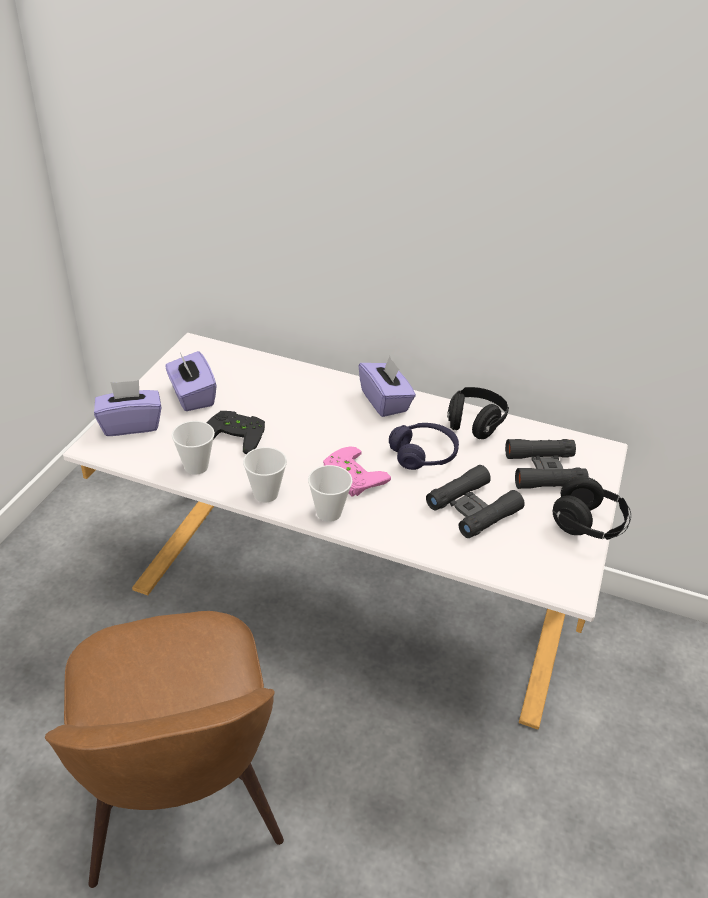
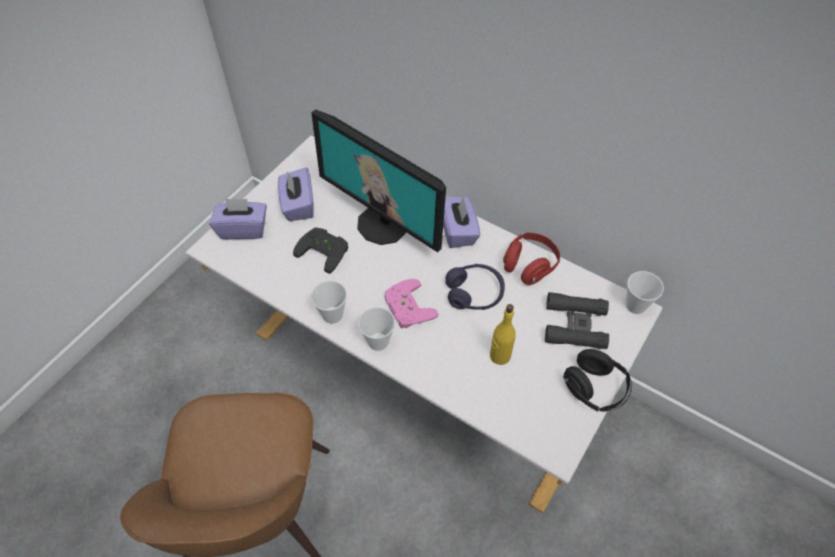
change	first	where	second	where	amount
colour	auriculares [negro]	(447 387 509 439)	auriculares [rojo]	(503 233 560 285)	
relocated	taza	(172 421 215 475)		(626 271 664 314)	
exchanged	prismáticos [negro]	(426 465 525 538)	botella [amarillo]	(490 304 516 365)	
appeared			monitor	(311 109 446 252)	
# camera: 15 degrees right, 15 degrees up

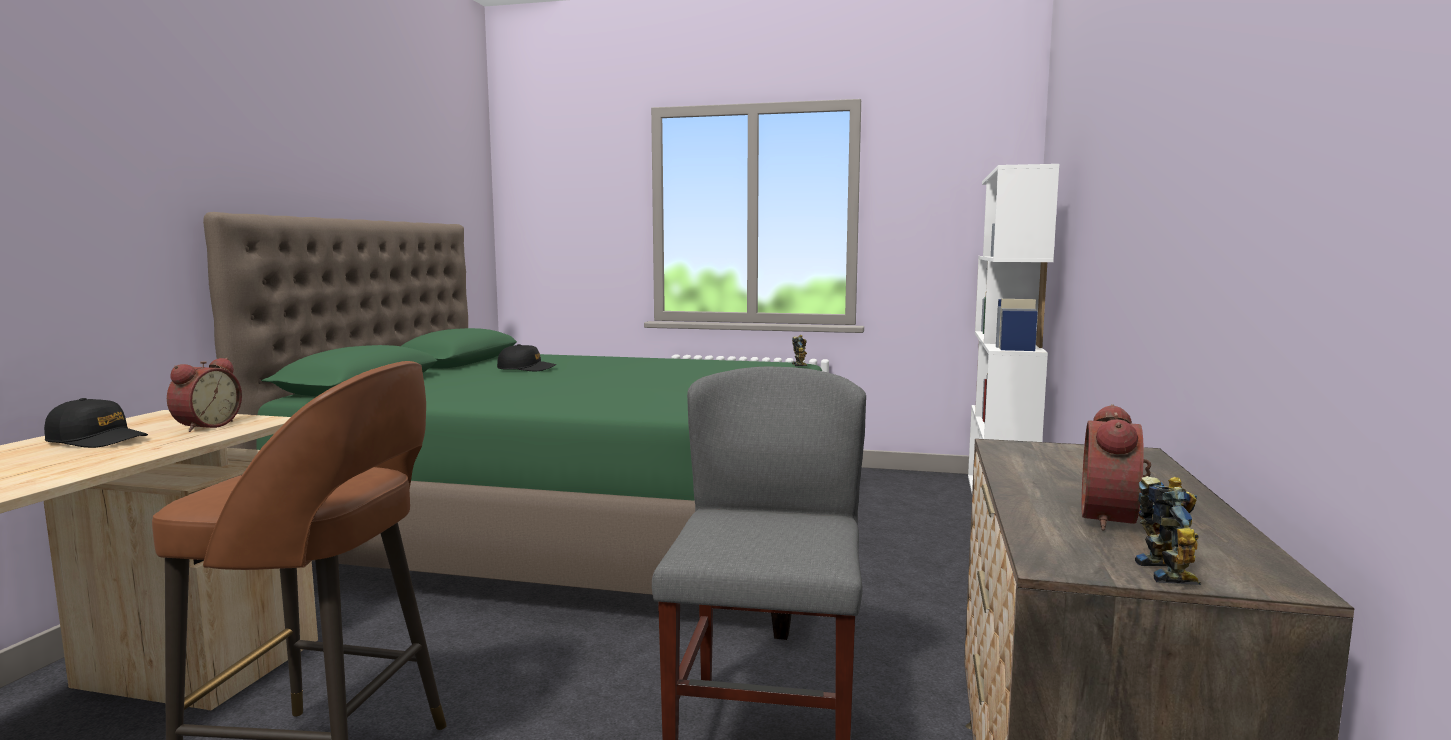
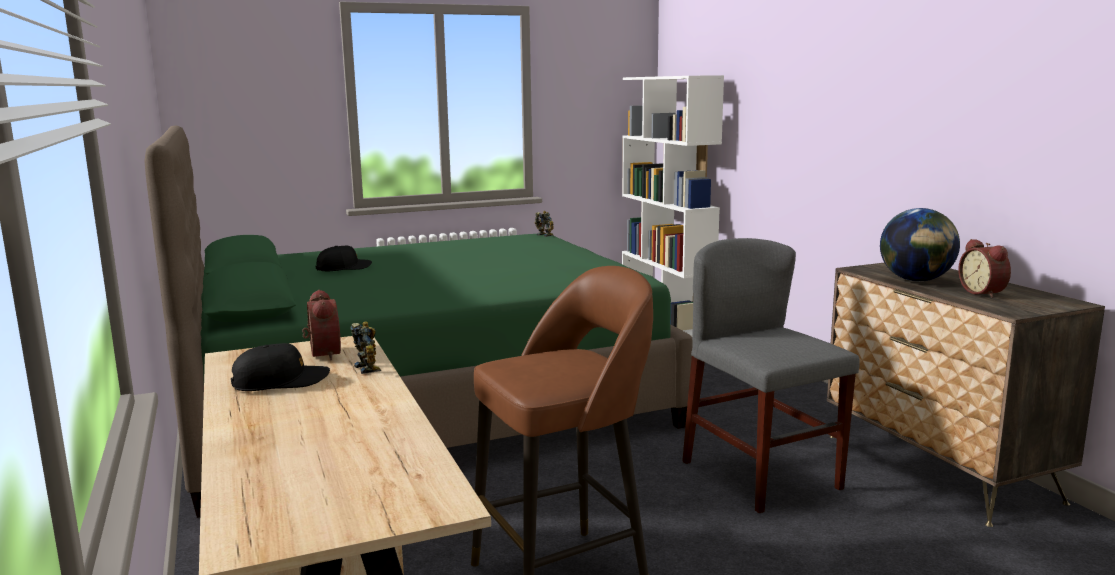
change	first	where	second	where	amount
relocated	robot de juguete	(1135 476 1201 585)		(351 321 381 374)	
appeared			globo terráqueo	(880 208 960 281)	
# camera: 35 degrees left, 5 degrees up

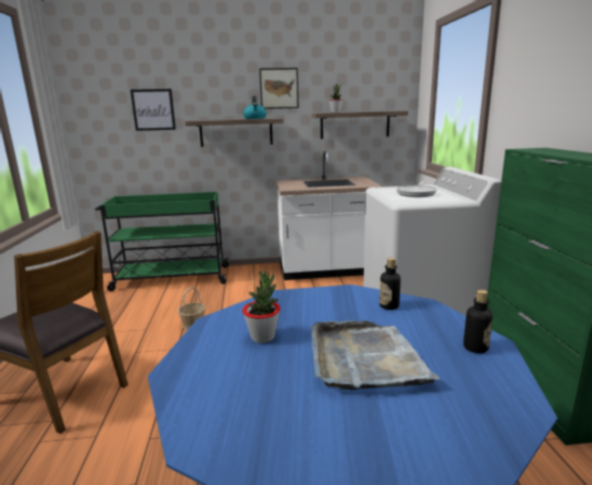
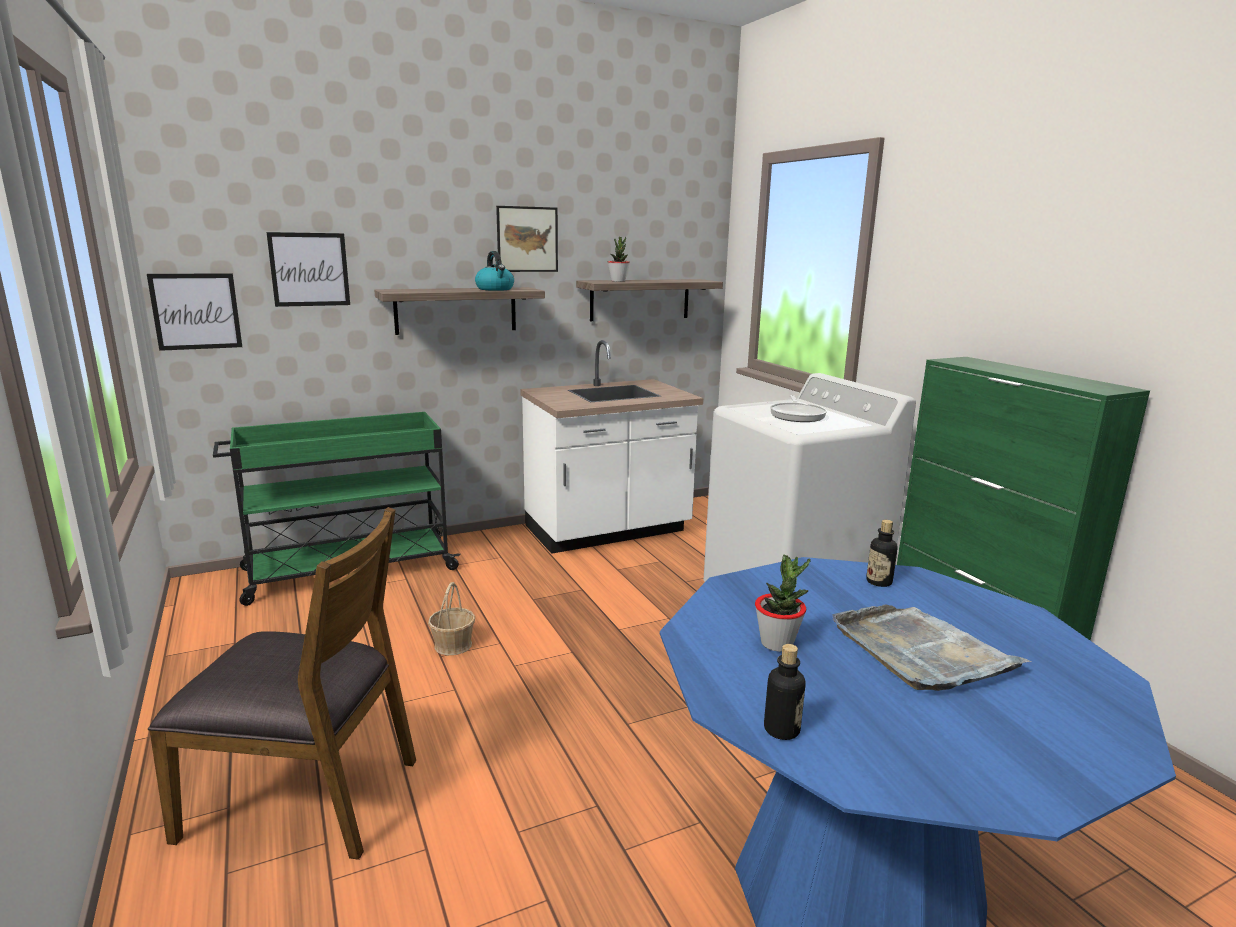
change	first	where	second	where	amount
relocated	botella	(463 290 493 353)		(764 644 806 740)	
appeared			cuadro	(147 273 242 351)	
# camera: 20 degrees left, 0 degrees up

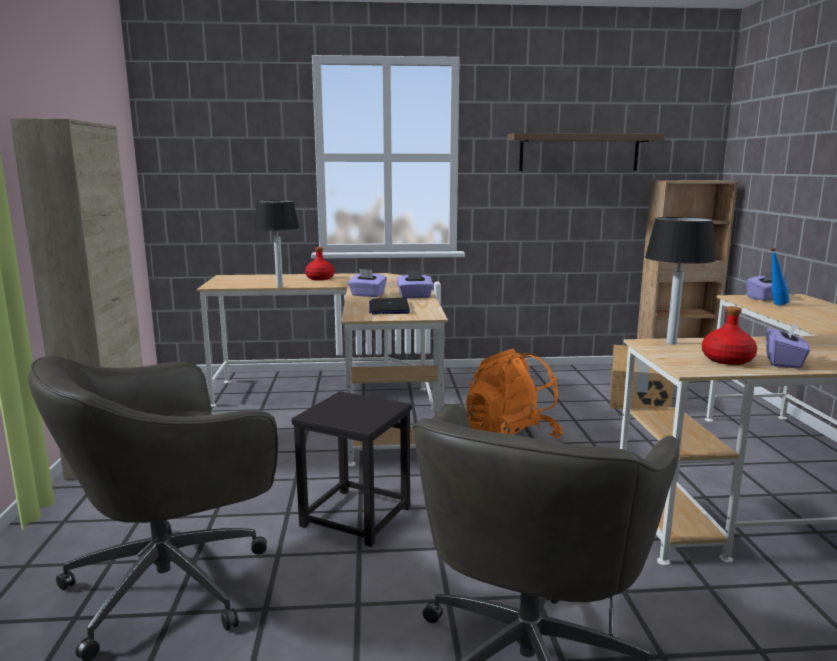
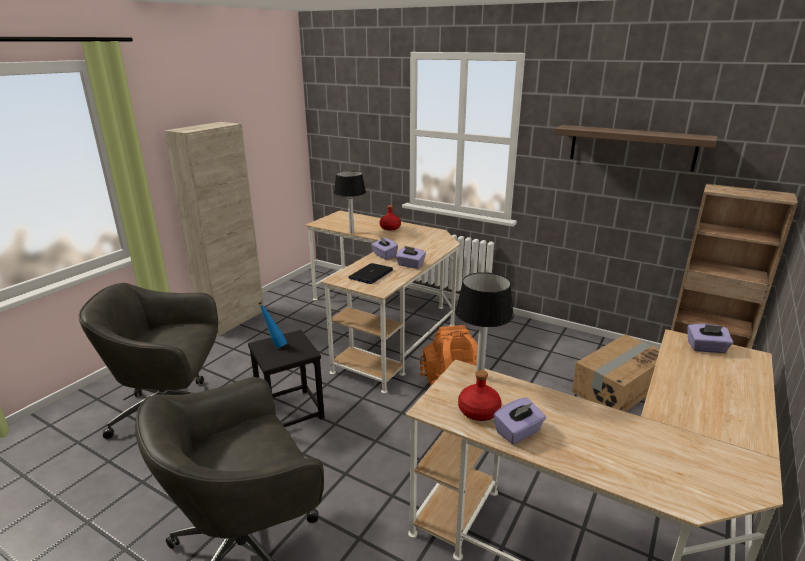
change	first	where	second	where	amount
relocated	botella [azul]	(771 248 790 305)		(258 301 287 348)	
# camera: 35 degrees right, 10 degrees up

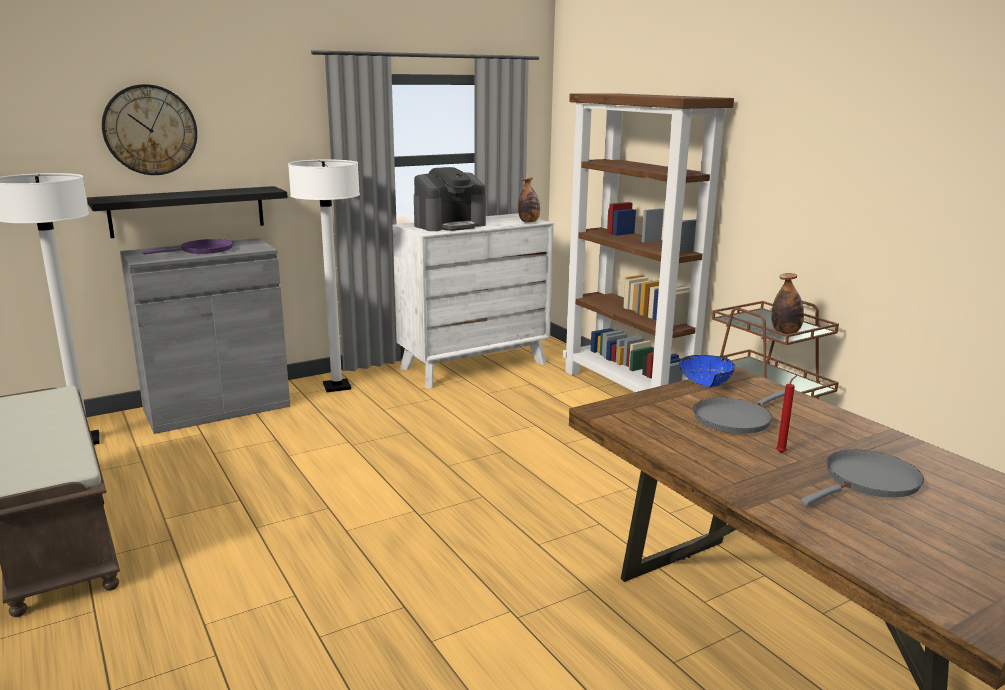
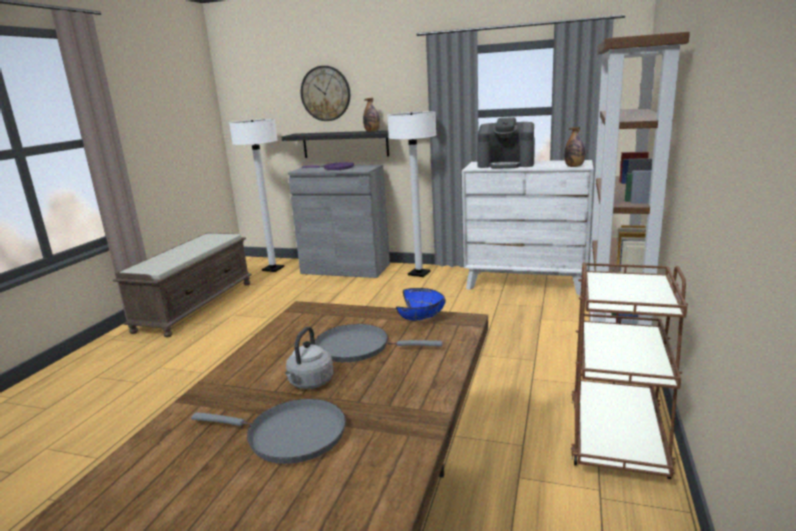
change	first	where	second	where	amount
relocated	botella	(771 273 804 334)		(363 98 380 132)	
exchanged	vela [rojo]	(776 376 796 453)	hervidor [gris]	(285 326 334 389)	
# camera: 50 degrees right, 0 degrees up

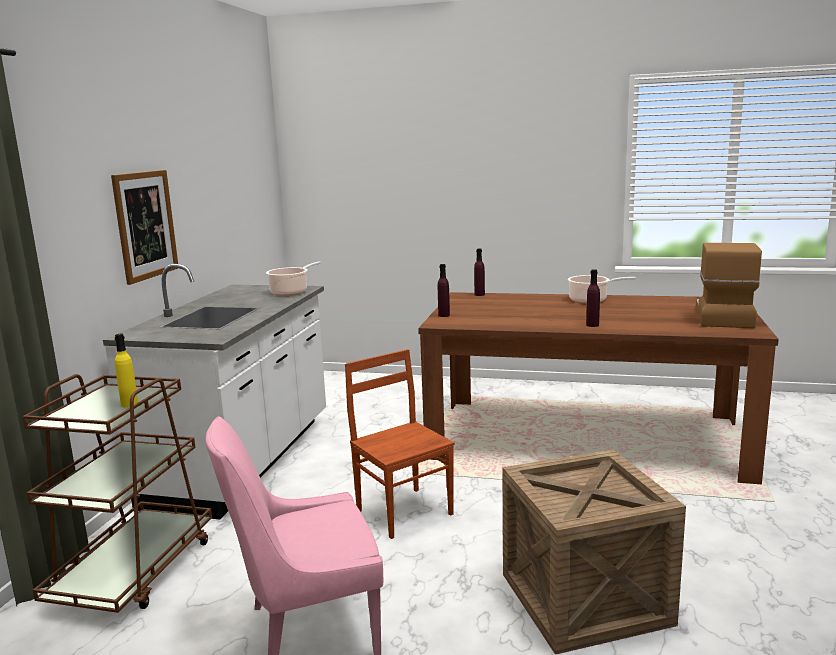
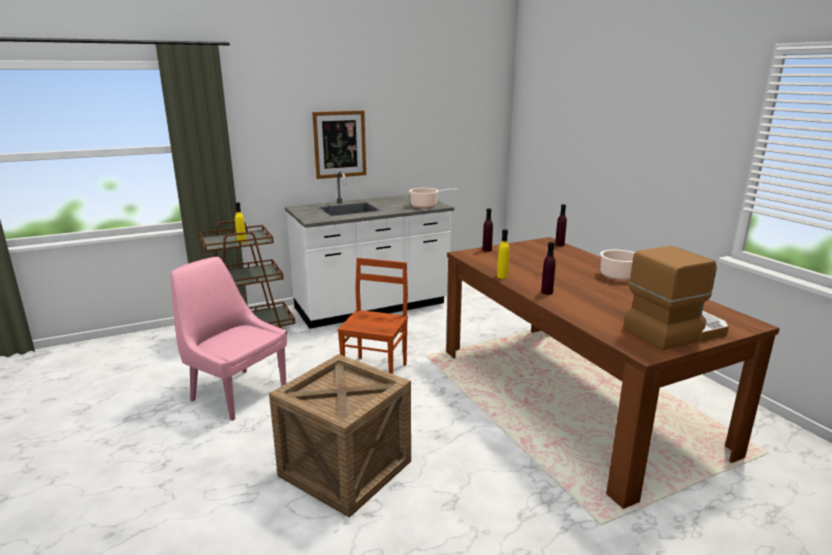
change	first	where	second	where	amount
appeared			botella [amarillo]	(497 229 509 279)	
# camera: 50 degrees right, 5 degrees up

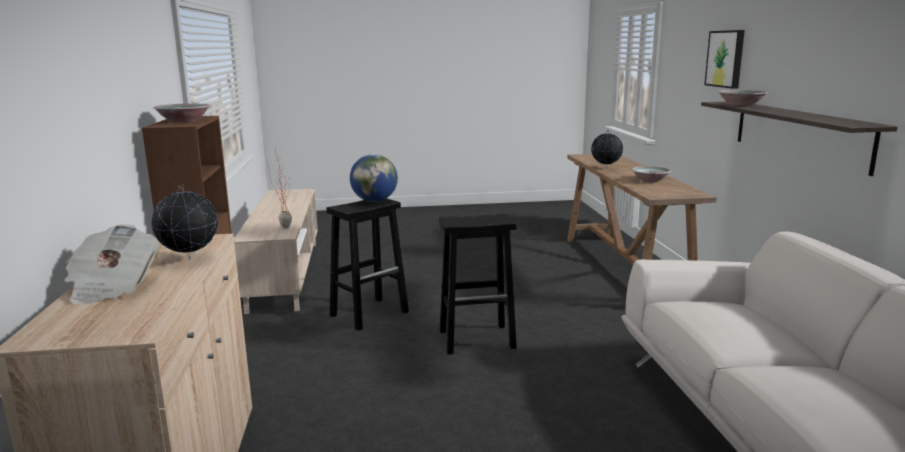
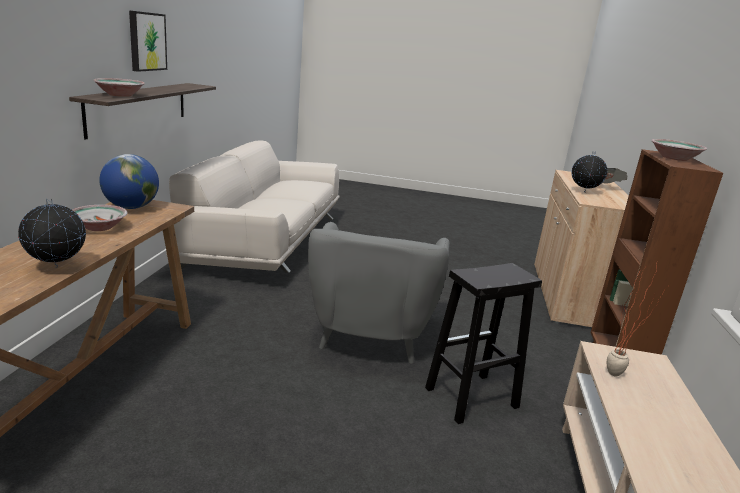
change	first	where	second	where	amount
relocated	cuadro	(704 30 745 89)		(129 10 167 72)	
relocated	globo terráqueo	(350 154 398 202)		(99 154 159 209)	
exchanged	taburete [negro]	(439 213 517 355)	sillón [gris]	(308 222 450 364)	
# camera: 165 degrees left, 5 degrees up

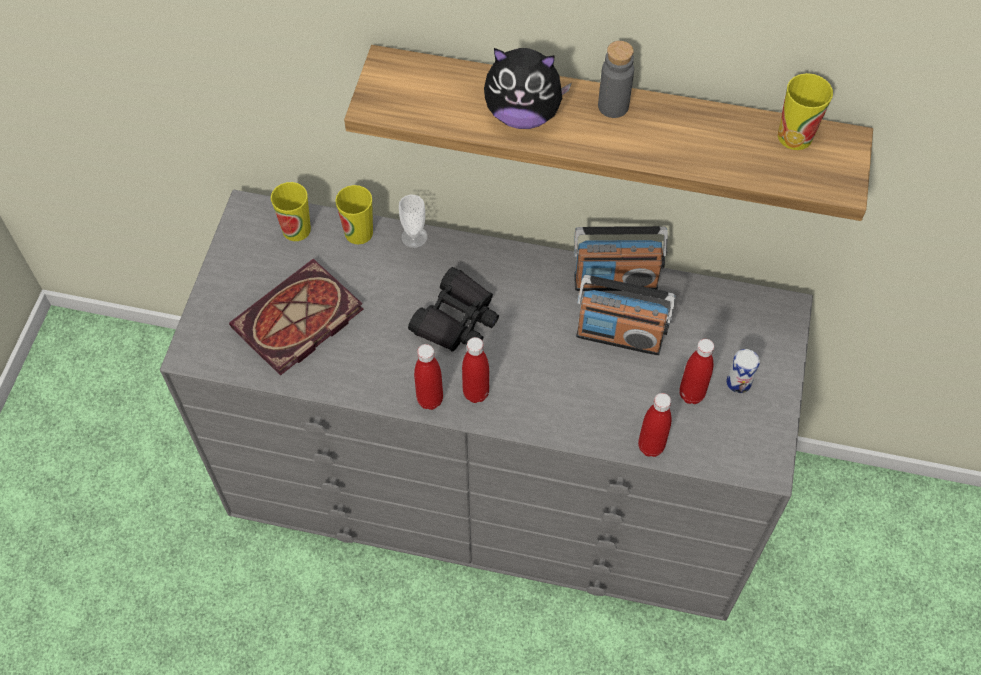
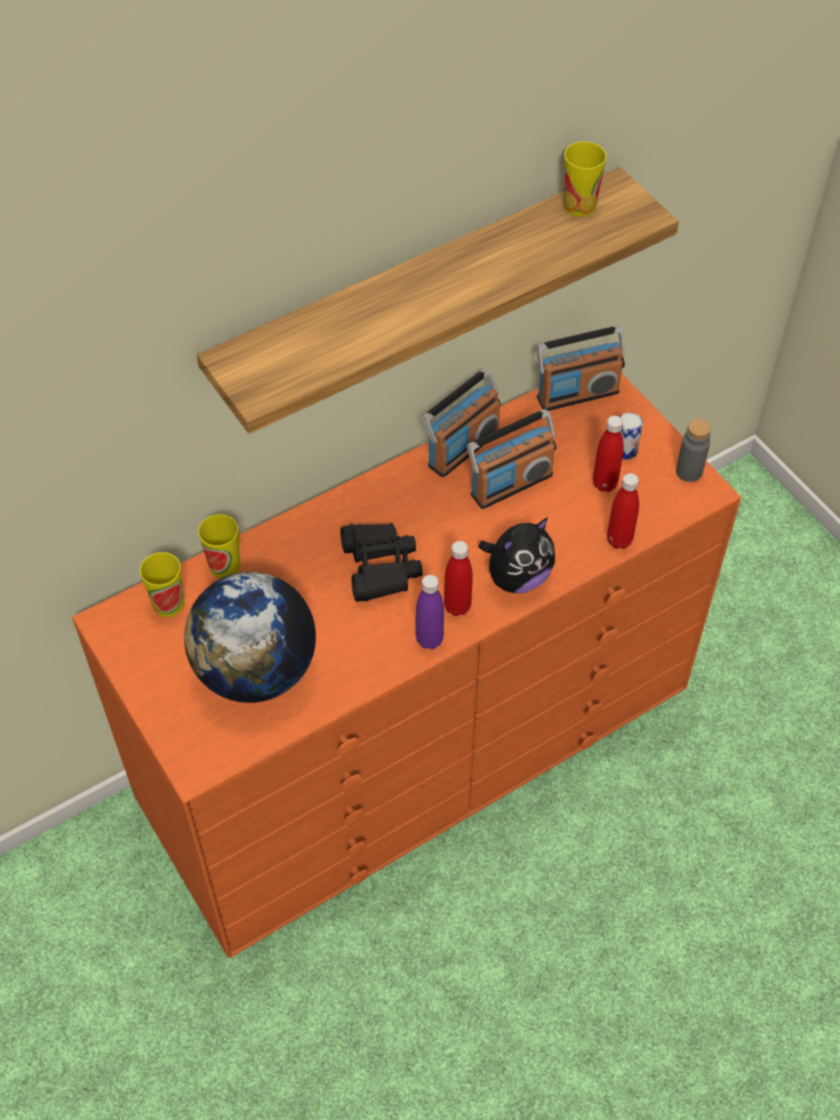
change	first	where	second	where	amount
relocated	botella [gris]	(598 41 634 118)		(676 419 711 482)	
relocated	peluche	(484 48 572 129)		(478 517 555 594)	
colour	cómoda [gris]	(160 190 813 621)	cómoda [naranja]	(72 373 741 958)	
missing	taza	(399 195 428 248)			
exchanged	libro	(229 259 363 376)	globo terráqueo	(184 572 316 703)	
colour	botella [rojo]	(414 344 443 410)	botella [morado]	(416 575 444 649)	
appeared			radio	(537 325 625 411)	
# camera: 45 degrees left, 5 degrees down

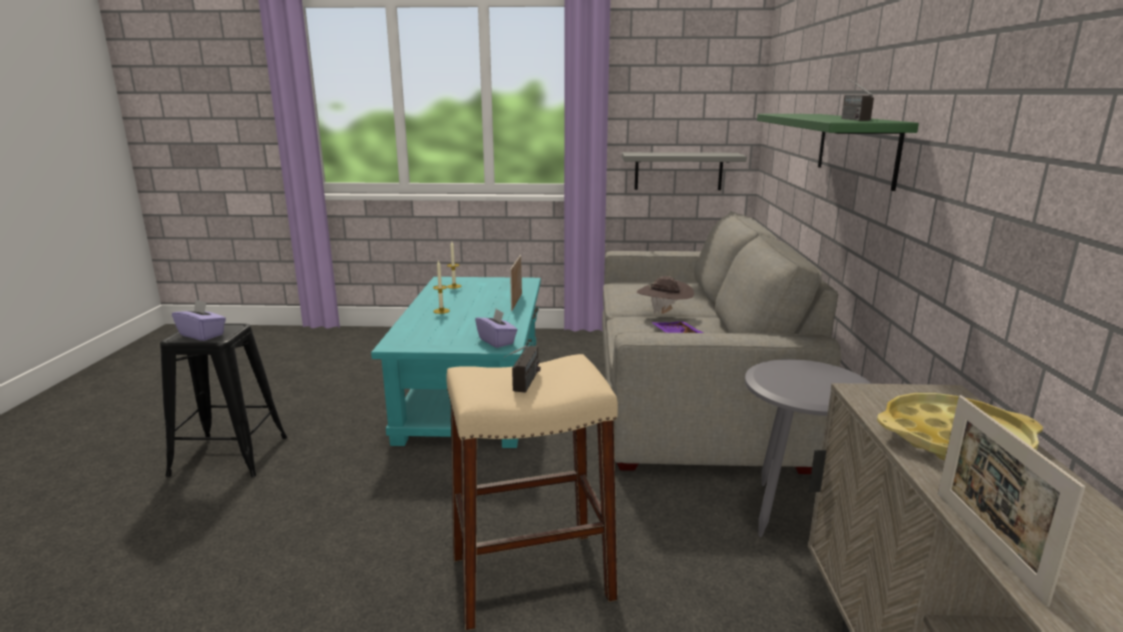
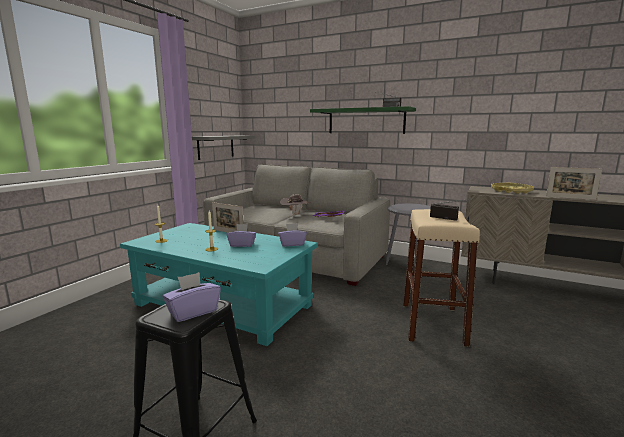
change	first	where	second	where	amount
appeared			caja de pañuelos [morado]	(226 224 256 247)	
# camera: 65 degrees left, 5 degrees down

